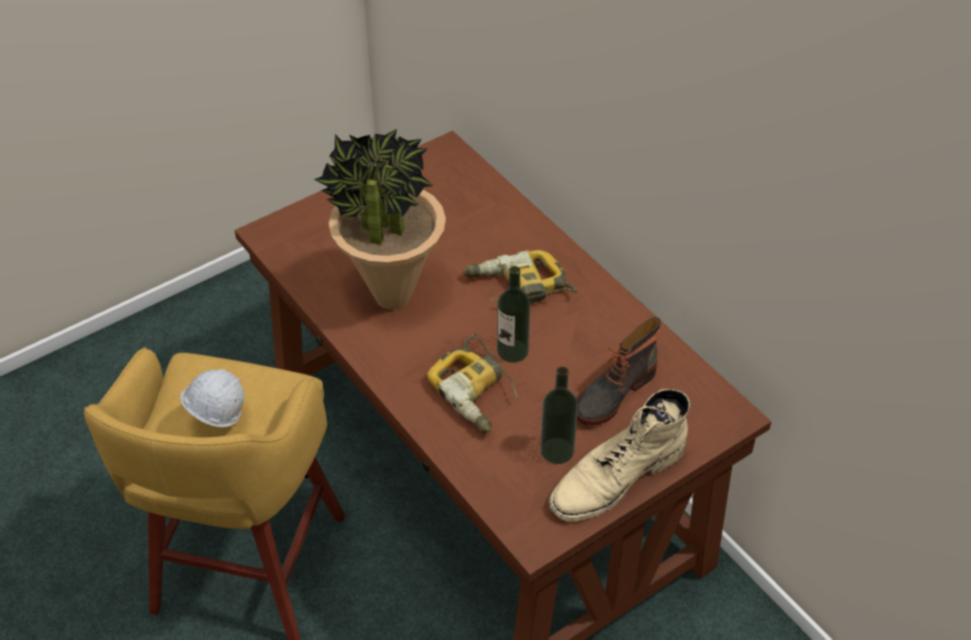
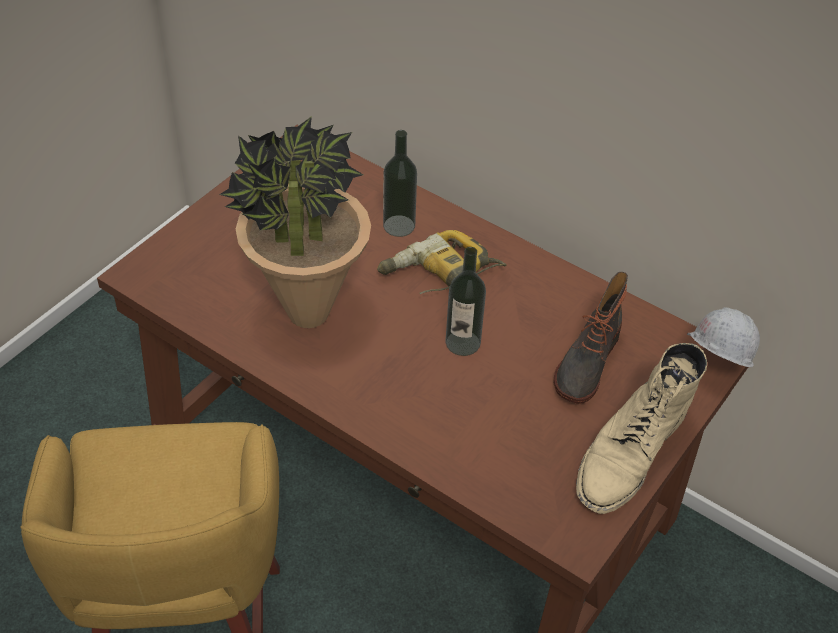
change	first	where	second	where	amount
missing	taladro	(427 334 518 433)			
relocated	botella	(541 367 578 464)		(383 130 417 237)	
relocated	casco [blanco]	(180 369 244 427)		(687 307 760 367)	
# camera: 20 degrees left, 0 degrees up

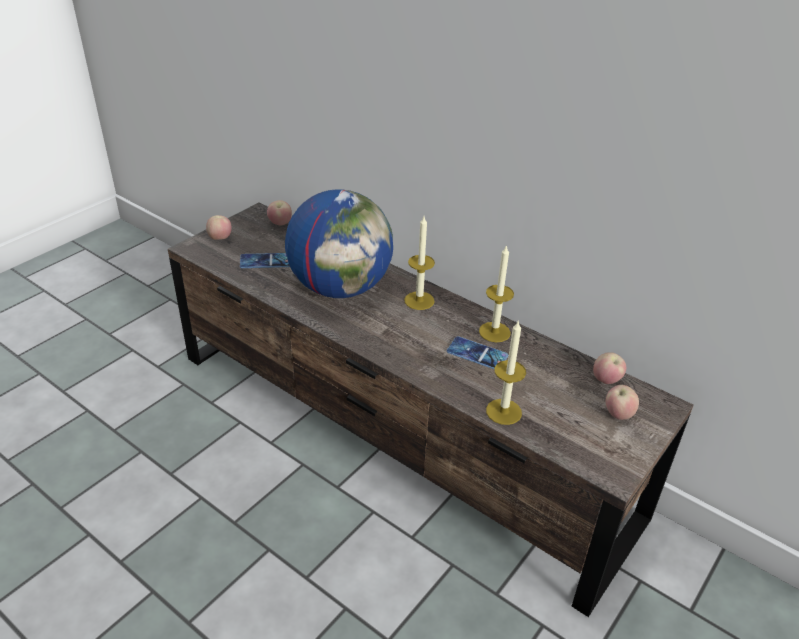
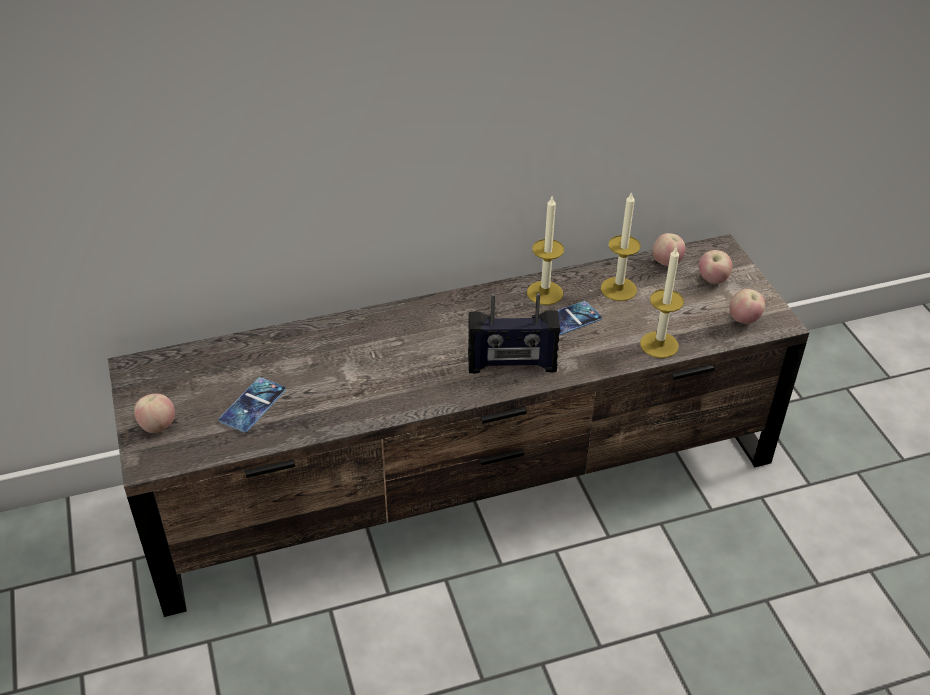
change	first	where	second	where	amount
missing	globo terráqueo	(285 189 393 298)			
relocated	manzana	(267 200 292 226)		(729 289 765 324)	
relocated	vela	(404 217 435 310)		(601 191 640 301)	
appeared			radio	(468 293 560 374)	
# camera: 55 degrees left, 5 degrees up

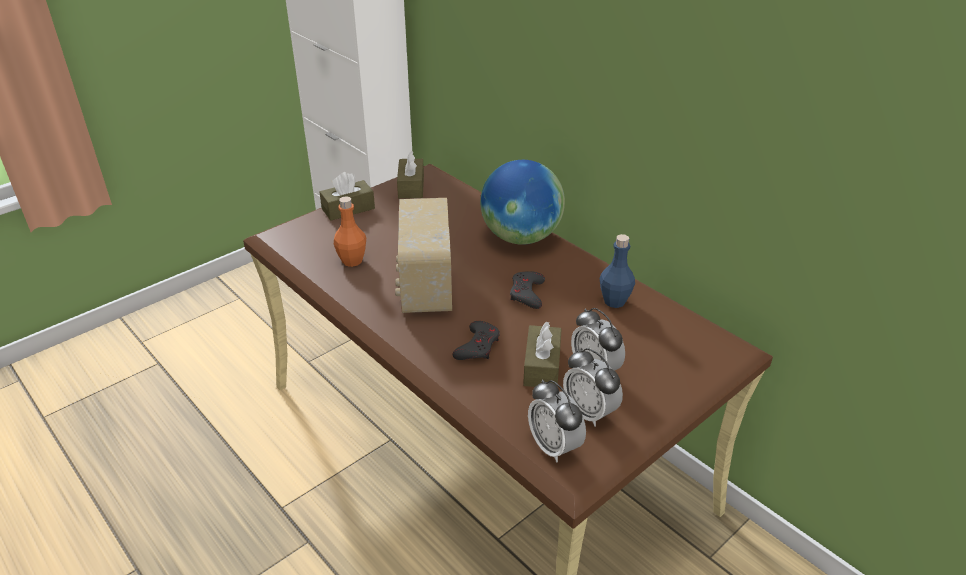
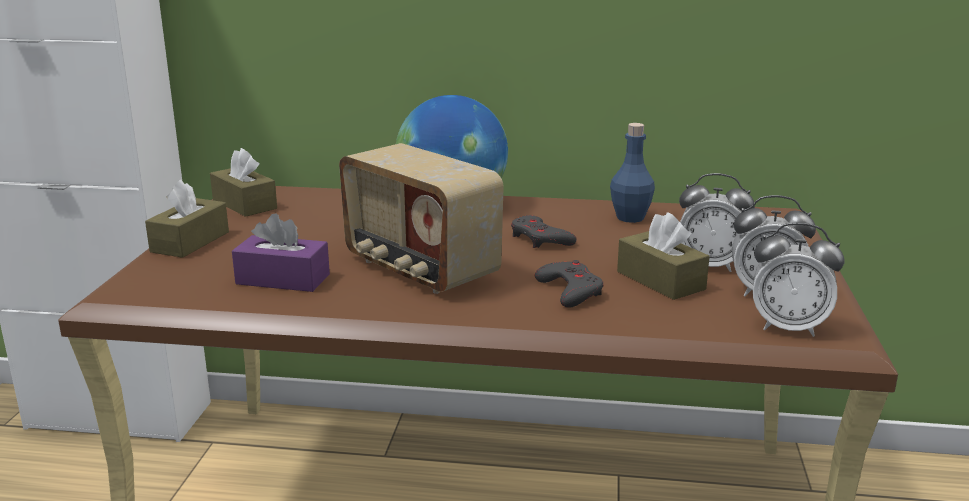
change	first	where	second	where	amount
exchanged	botella [naranja]	(334 196 366 267)	caja de pañuelos [morado]	(232 213 330 292)	
# camera: 40 degrees left, 15 degrees down

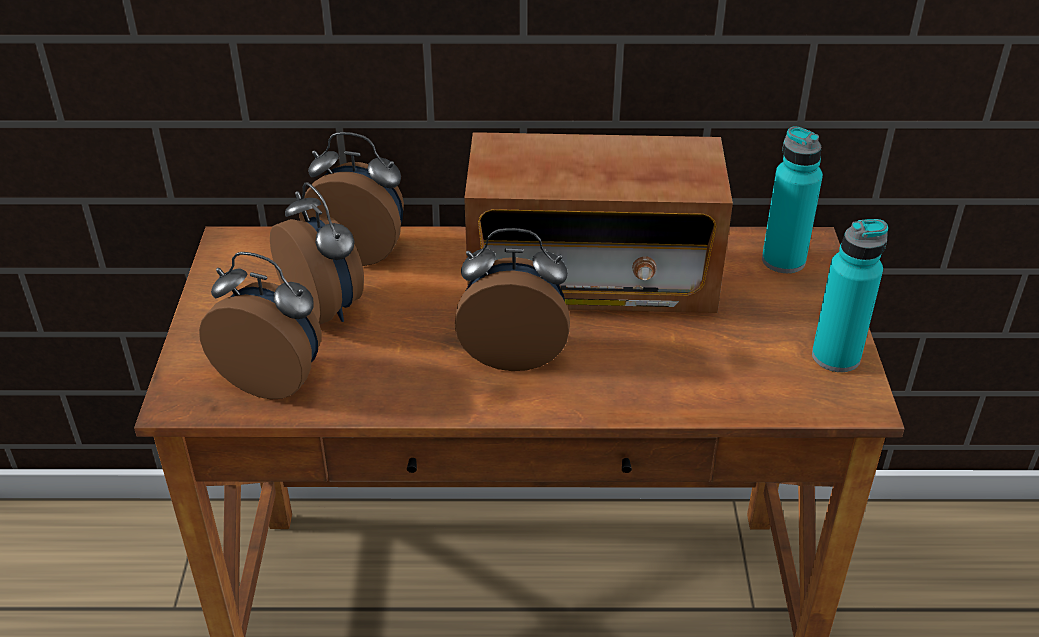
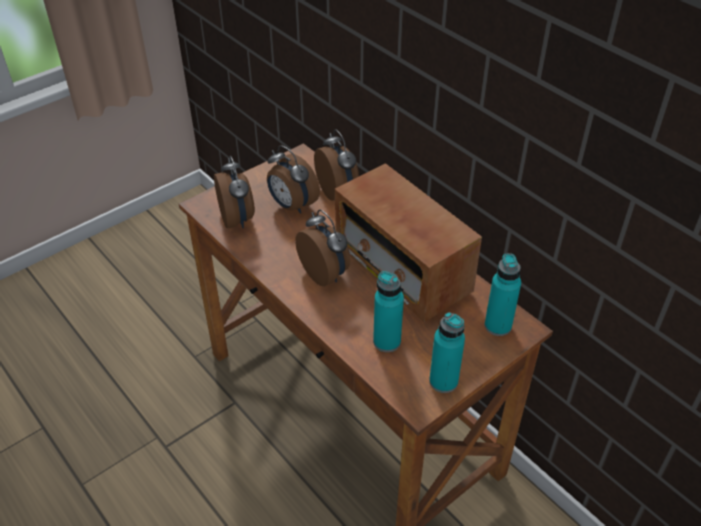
change	first	where	second	where	amount
spun	despertador	(270 182 364 325)		(267 145 320 214)	120 degrees clockwise
appeared			botella [turquesa]	(373 271 404 352)	
# camera: 50 degrees right, 5 degrees up

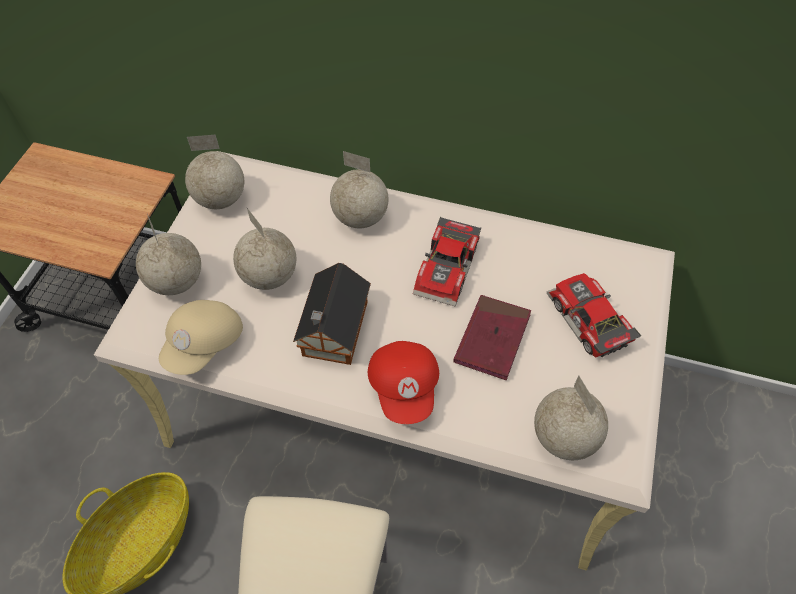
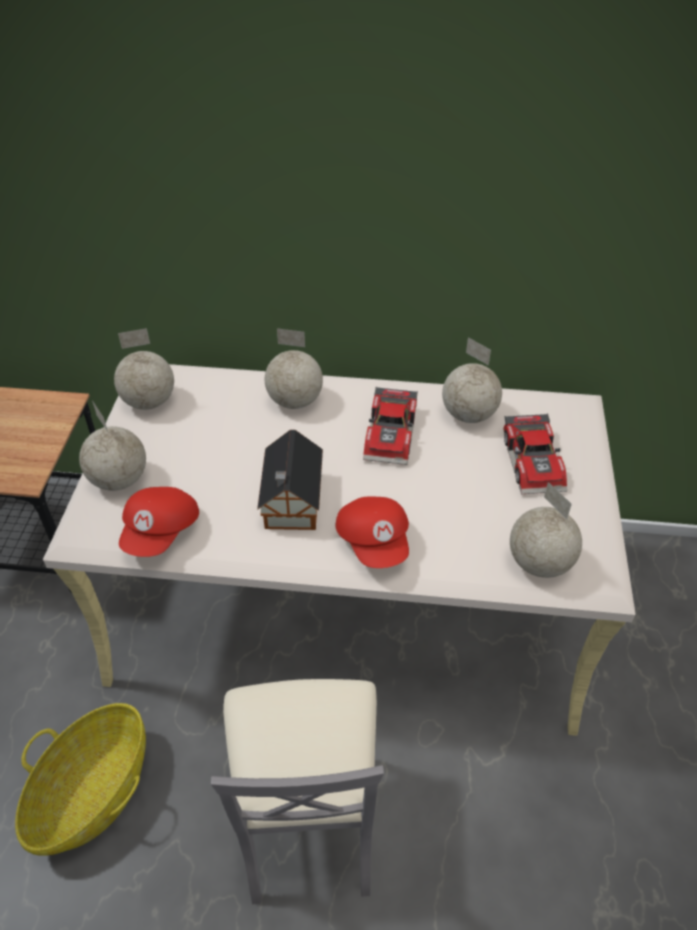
change	first	where	second	where	amount
relocated	globo terráqueo	(233 208 296 290)		(442 337 502 423)	
spun	coche de juguete	(547 273 641 358)		(503 413 567 494)	150 degrees counterclockwise
missing	libro [rojo]	(453 295 531 380)			
colour	gorra [beis]	(159 300 243 375)	gorra [rojo]	(119 487 199 557)	
# camera: 10 degrees left, 10 degrees down

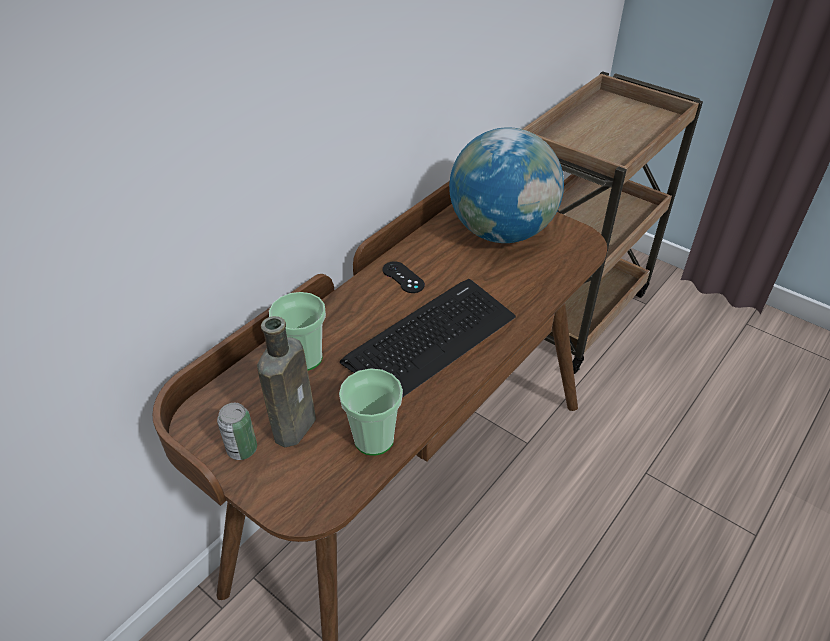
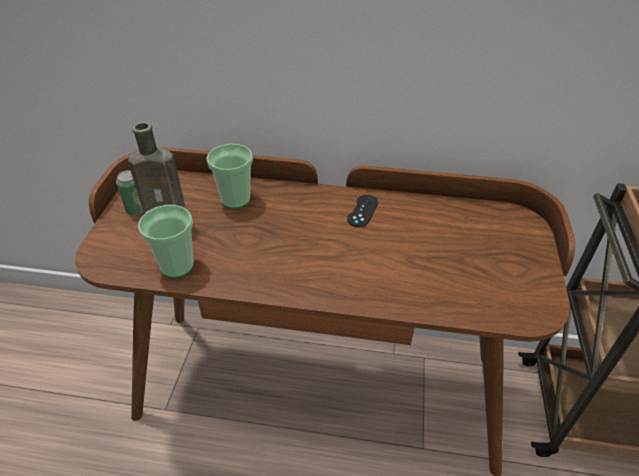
change	first	where	second	where	amount
missing	globo terráqueo	(449 127 564 243)			
missing	teclado	(340 279 516 398)			
# camera: 60 degrees right, 0 degrees up

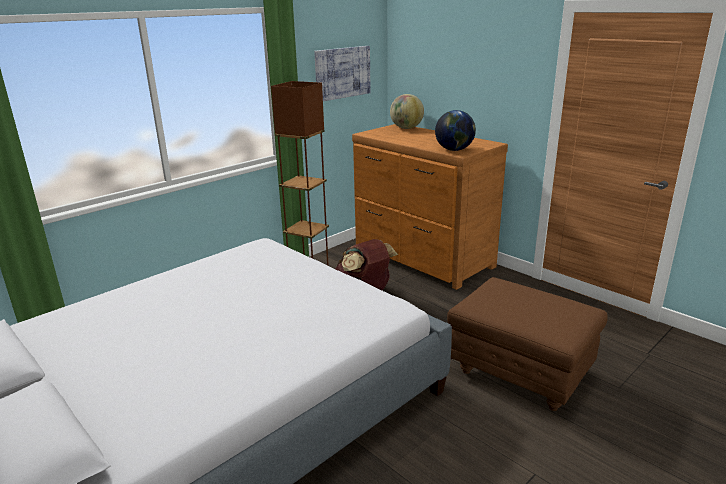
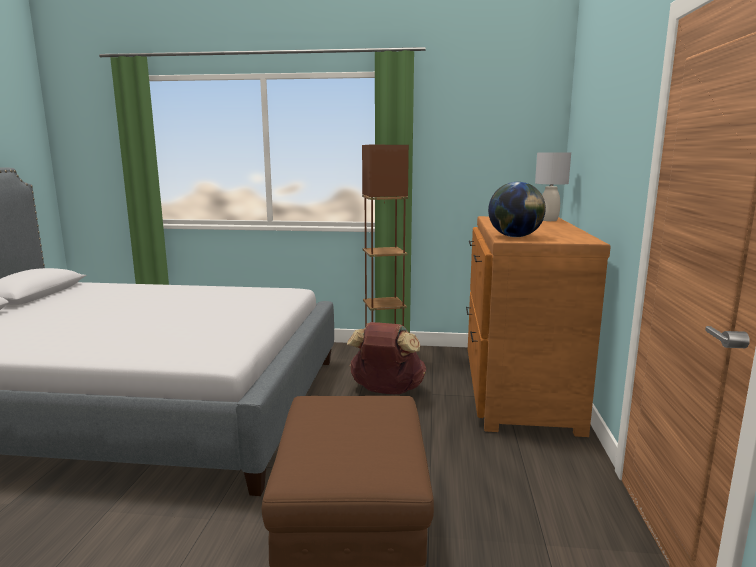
change	first	where	second	where	amount
missing	cuadro	(314 46 371 101)			
exchanged	globo terráqueo	(390 94 424 129)	lámpara de mesa [gris]	(535 152 571 221)	
# camera: 50 degrees right, 10 degrees down

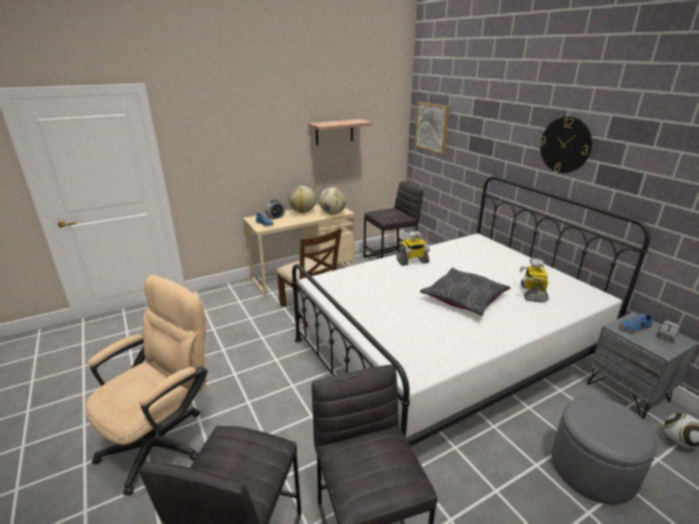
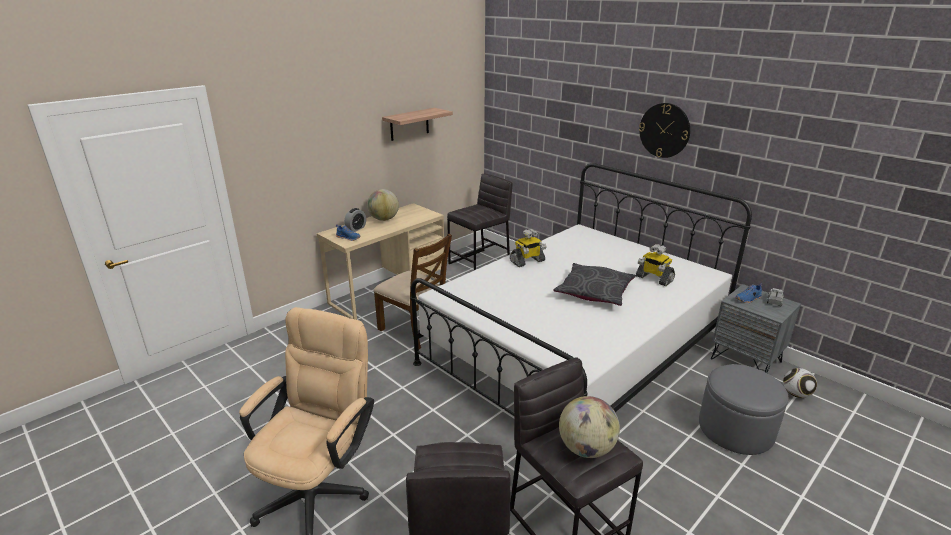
change	first	where	second	where	amount
missing	cuadro	(415 102 449 154)			
relocated	globo terráqueo	(319 187 346 215)		(559 396 620 458)	
spun	robot de juguete	(520 258 549 302)		(636 244 675 286)	45 degrees counterclockwise
# camera: 15 degrees left, 0 degrees up

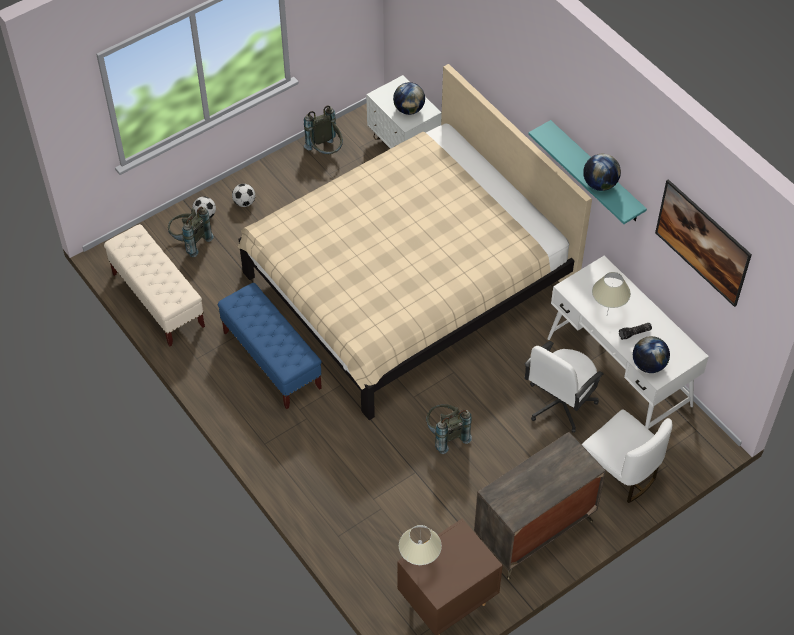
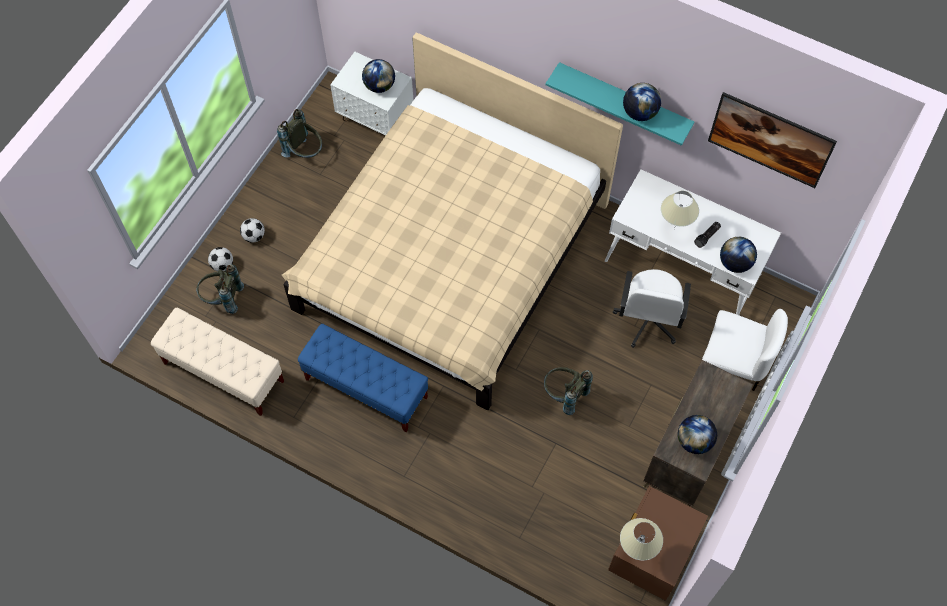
change	first	where	second	where	amount
appeared			globo terráqueo	(678 415 717 454)	
# camera: 25 degrees left, 10 degrees up

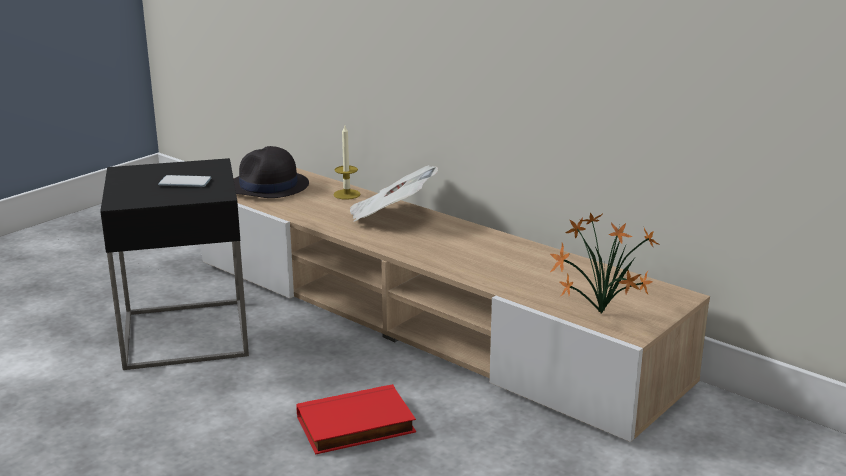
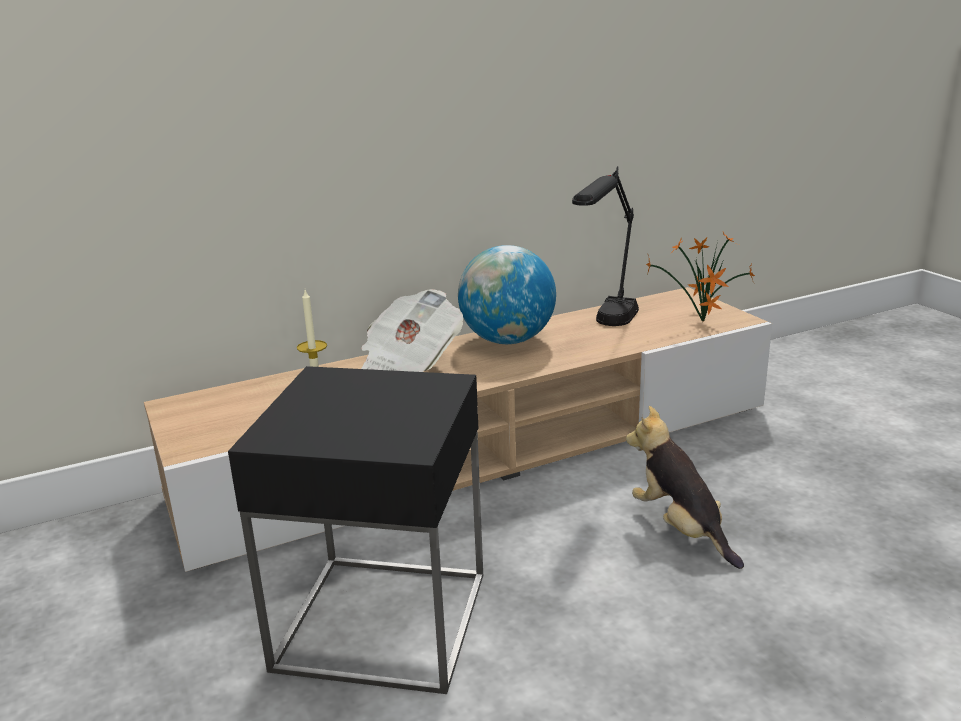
change	first	where	second	where	amount
missing	sombrero [negro]	(234 146 309 198)			
missing	móvil	(158 175 211 187)			
exchanged	libro [rojo]	(297 384 416 455)	peluche	(626 406 744 569)	
appeared			lámpara de mesa [negro]	(572 166 639 326)	
appeared			globo terráqueo	(458 245 556 344)	
# camera: 65 degrees left, 0 degrees up

